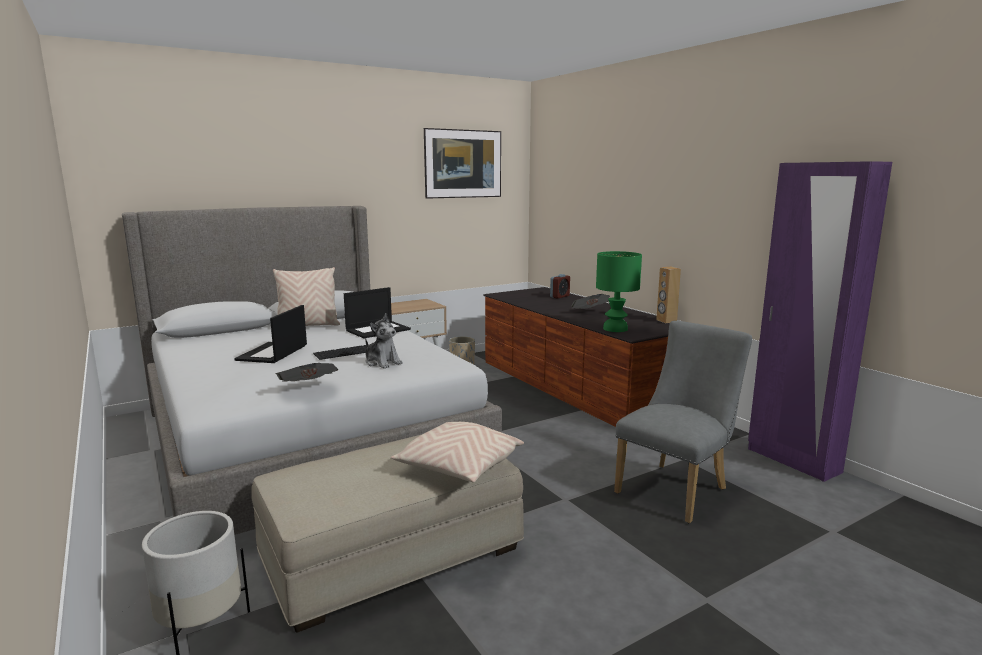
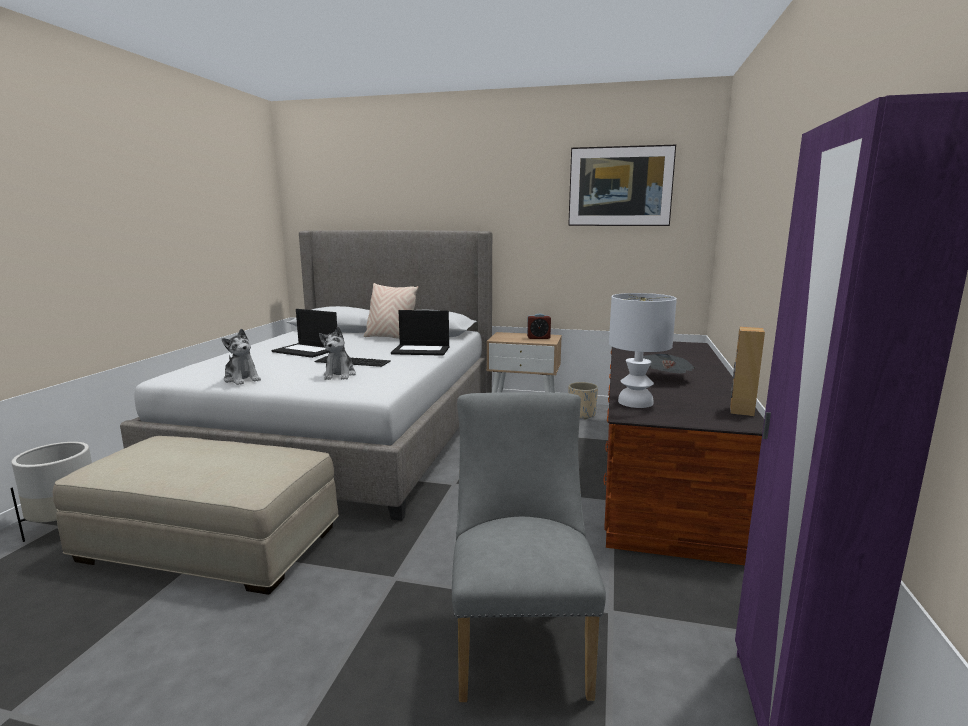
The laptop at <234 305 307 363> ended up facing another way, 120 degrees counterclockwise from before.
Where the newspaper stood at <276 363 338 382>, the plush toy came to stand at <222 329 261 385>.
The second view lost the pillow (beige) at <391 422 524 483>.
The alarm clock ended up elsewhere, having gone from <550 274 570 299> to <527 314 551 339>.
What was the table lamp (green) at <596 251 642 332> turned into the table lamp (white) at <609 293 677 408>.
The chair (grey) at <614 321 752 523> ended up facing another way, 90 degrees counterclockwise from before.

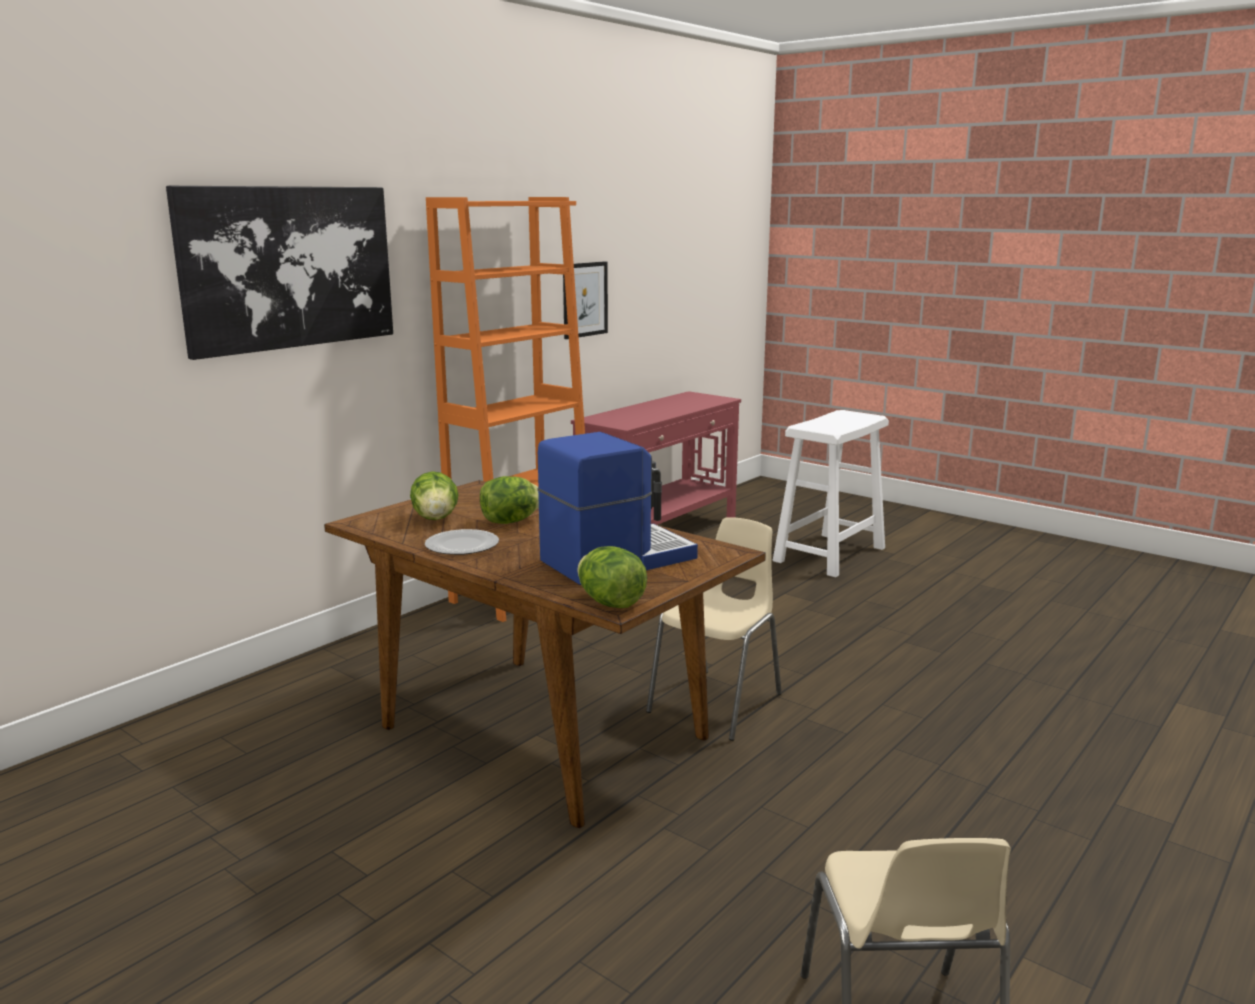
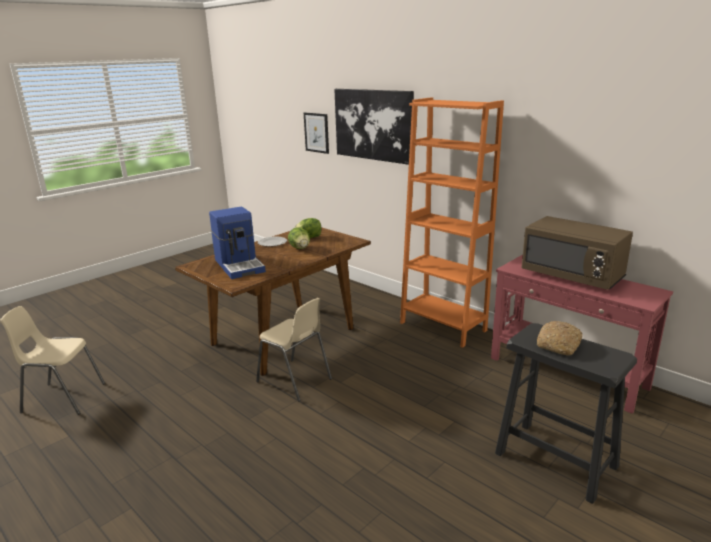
The picture ended up elsewhere, having gone from <563 261 608 339> to <304 113 329 154>.
The second view lost the lettuce at <577 546 647 608>.
What was the stool (white) at <773 410 889 578> turned into the stool (black) at <495 323 637 504>.
The second view gained the microwave (brown) at <522 216 633 290>.
The second view gained the bread at <537 321 582 356>.

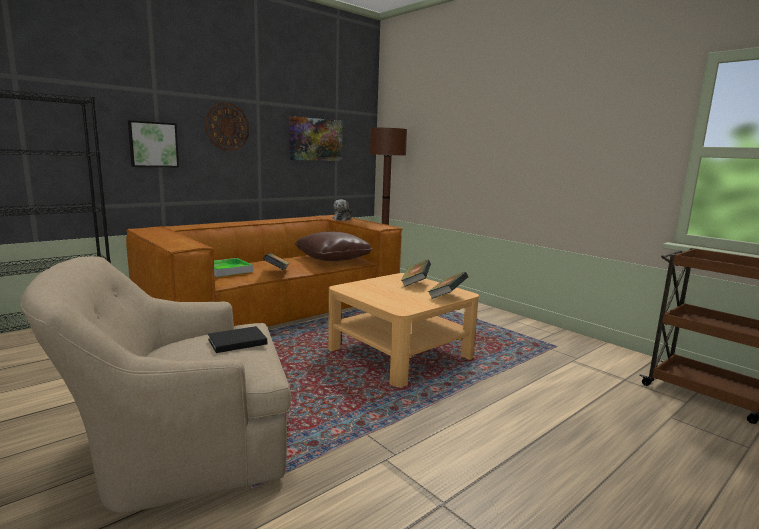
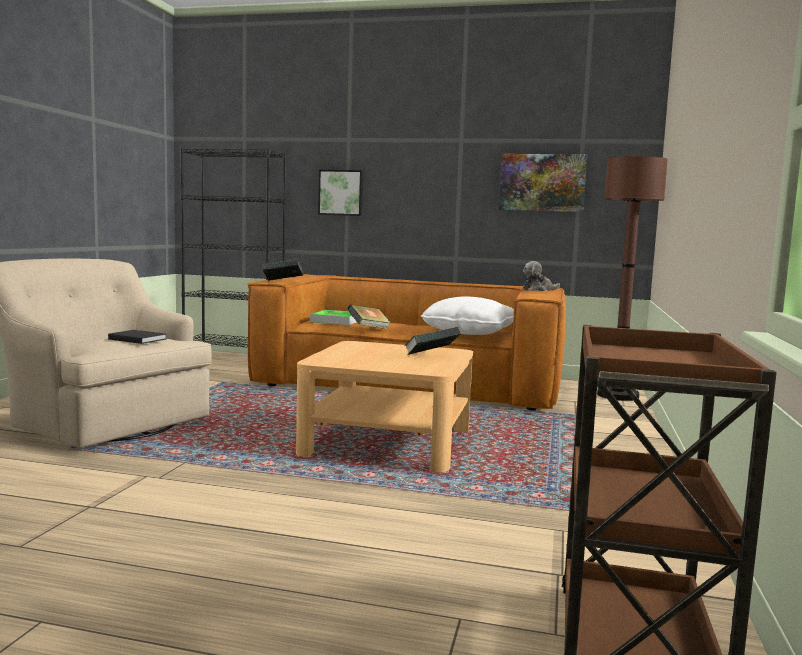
The second view lost the wall clock at <205 103 249 151>.
What was the pillow (brown) at <295 231 372 261> turned into the pillow (white) at <421 296 514 335>.
The book ended up elsewhere, having gone from <428 272 468 299> to <262 259 303 281>.

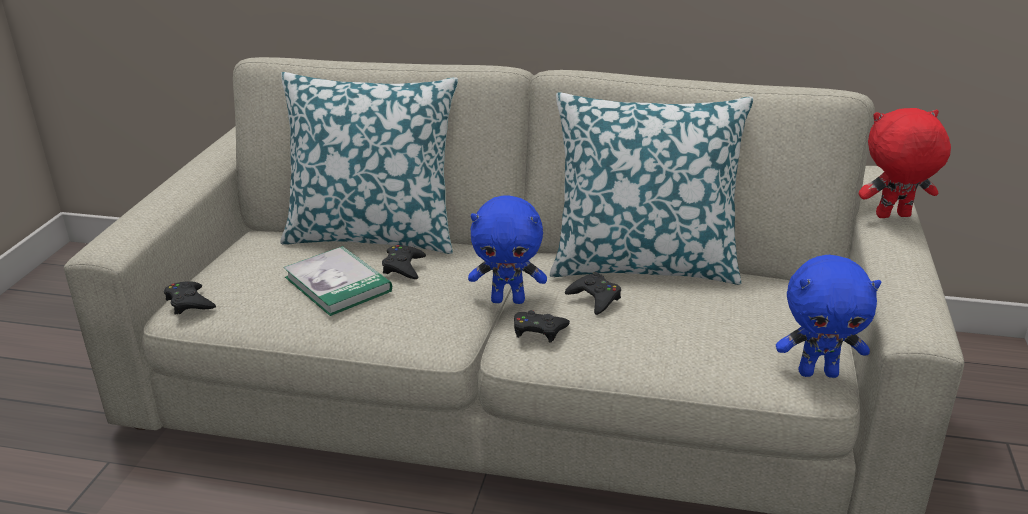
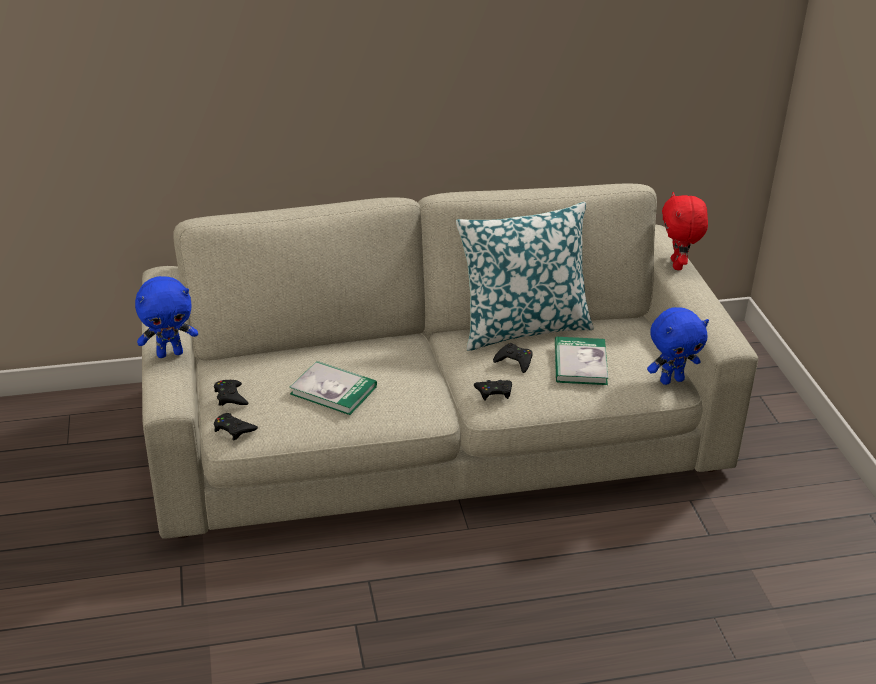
The second view lost the pillow at <280 72 458 254>.
The game controller (black) ended up elsewhere, having gone from <382 245 426 279> to <214 380 248 406>.
The plush toy (blue) ended up elsewhere, having gone from <468 195 547 304> to <135 276 198 358>.
The plush toy (red) at <859 108 951 218> ended up facing another way, 60 degrees counterclockwise from before.
The second view gained the book at <555 337 608 385>.

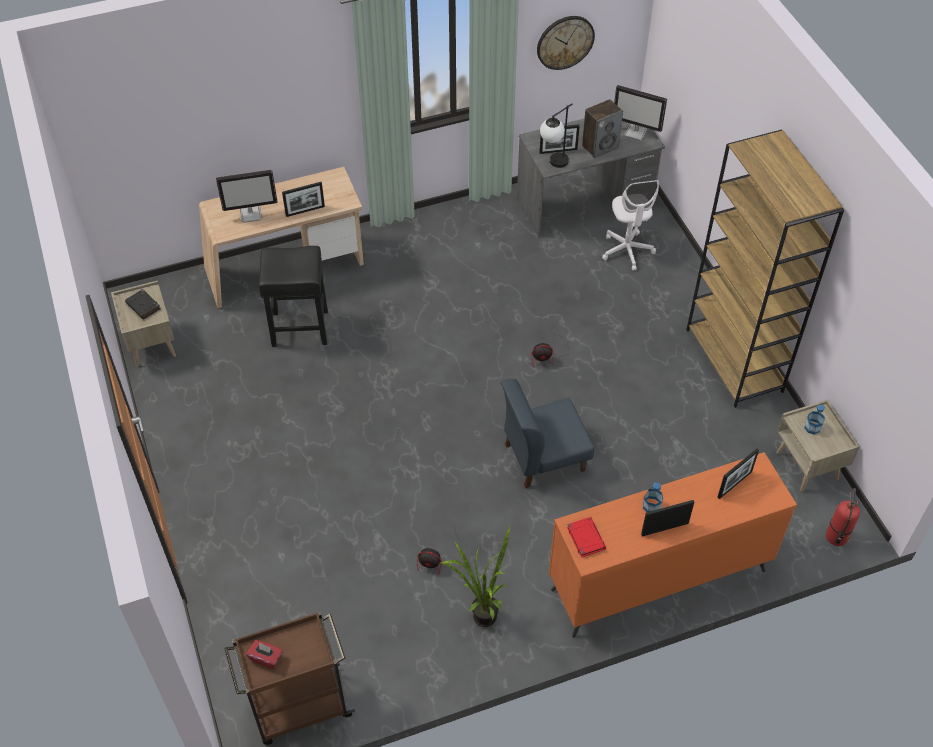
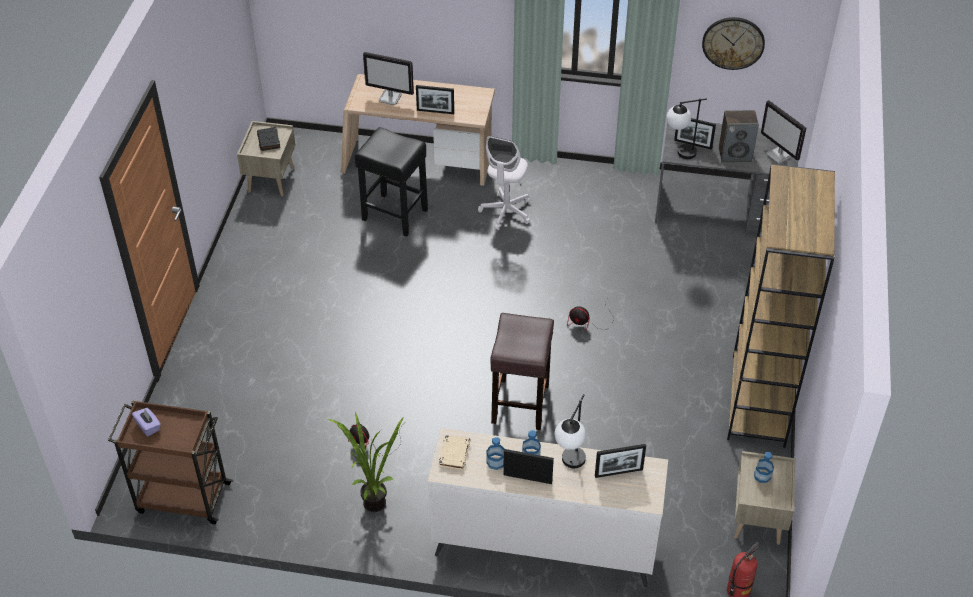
What was the tissue box (red) at <246 640 283 669> turned into the tissue box (purple) at <132 408 161 437>.
Where the chair (blue) stood at <501 379 594 488>, the stool (brown) came to stand at <490 313 554 430>.
What was the dresser (orange) at <549 452 797 638> turned into the dresser (beige) at <428 428 668 588>.
What was the book (red) at <567 517 606 558> turned into the book (beige) at <438 435 470 470>.
The office chair (white) ended up elsewhere, having gone from <602 180 659 271> to <478 136 530 230>.
The second view gained the bottle at <487 437 504 470>.
The second view gained the table lamp at <555 394 586 468>.

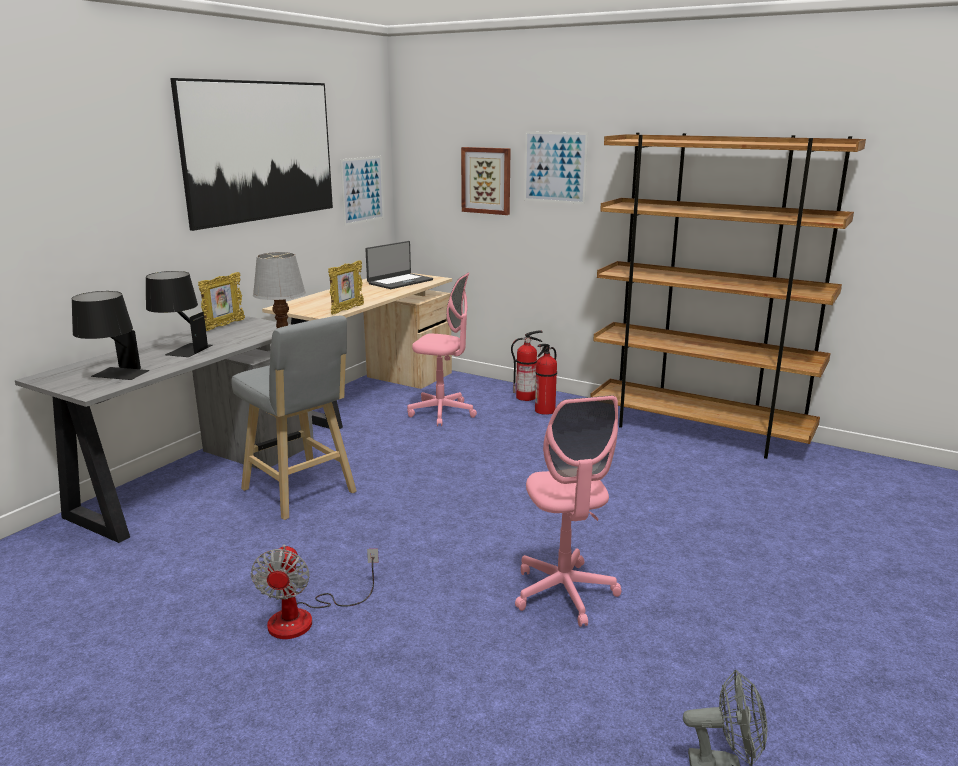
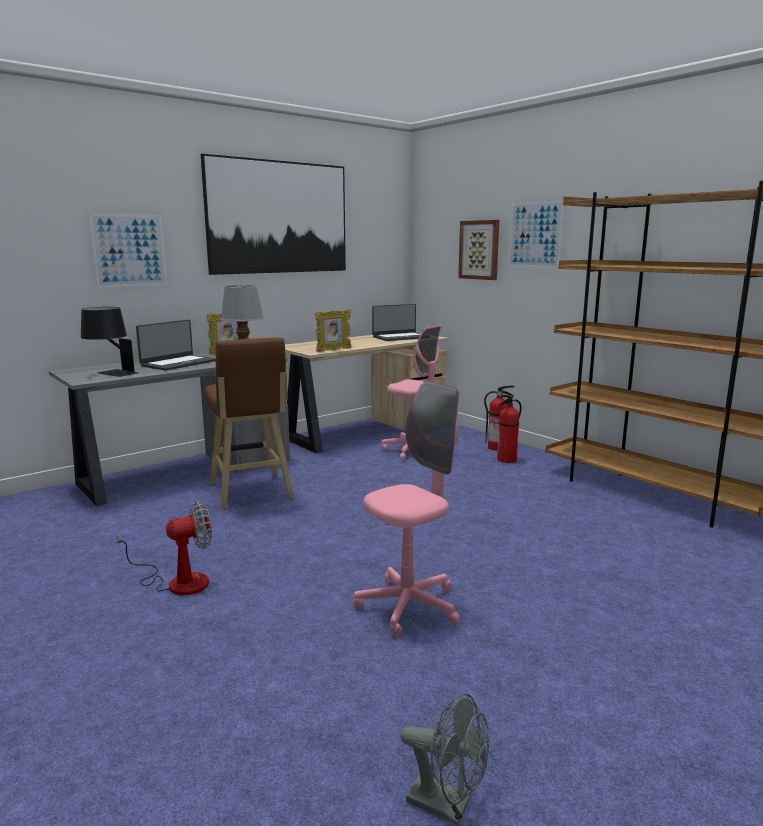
Where the table lamp (black) stood at <146 271 212 357>, the laptop came to stand at <136 320 216 371>.
What was the stool (grey) at <231 316 357 520> turned into the stool (brown) at <205 338 294 509>.
The fan at <250 544 379 639> ended up facing another way, 135 degrees counterclockwise from before.
The picture ended up elsewhere, having gone from <340 156 384 226> to <89 213 167 288>.
The office chair (pink) at <515 395 622 627> ended up facing another way, 135 degrees counterclockwise from before.

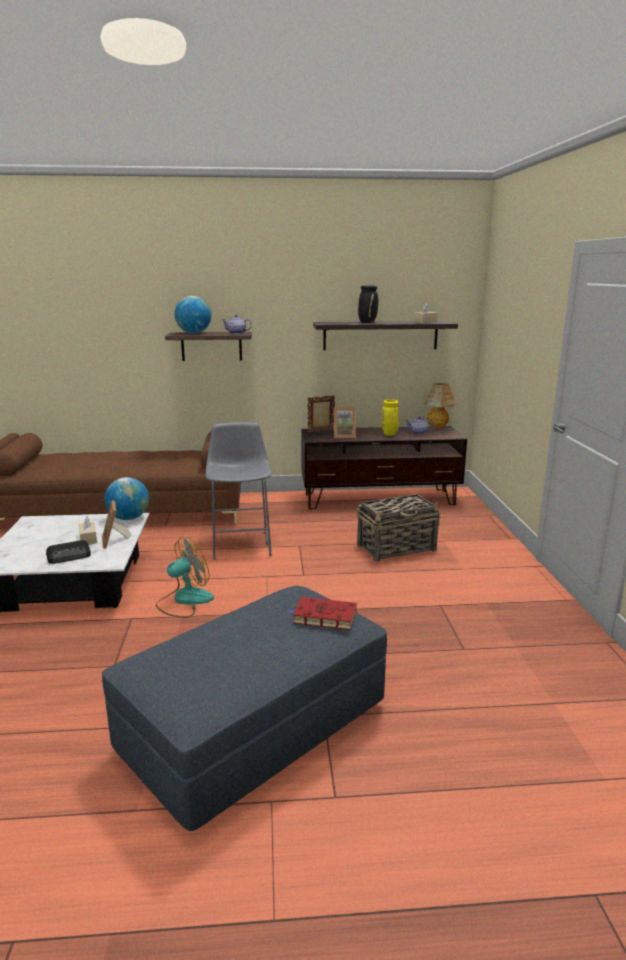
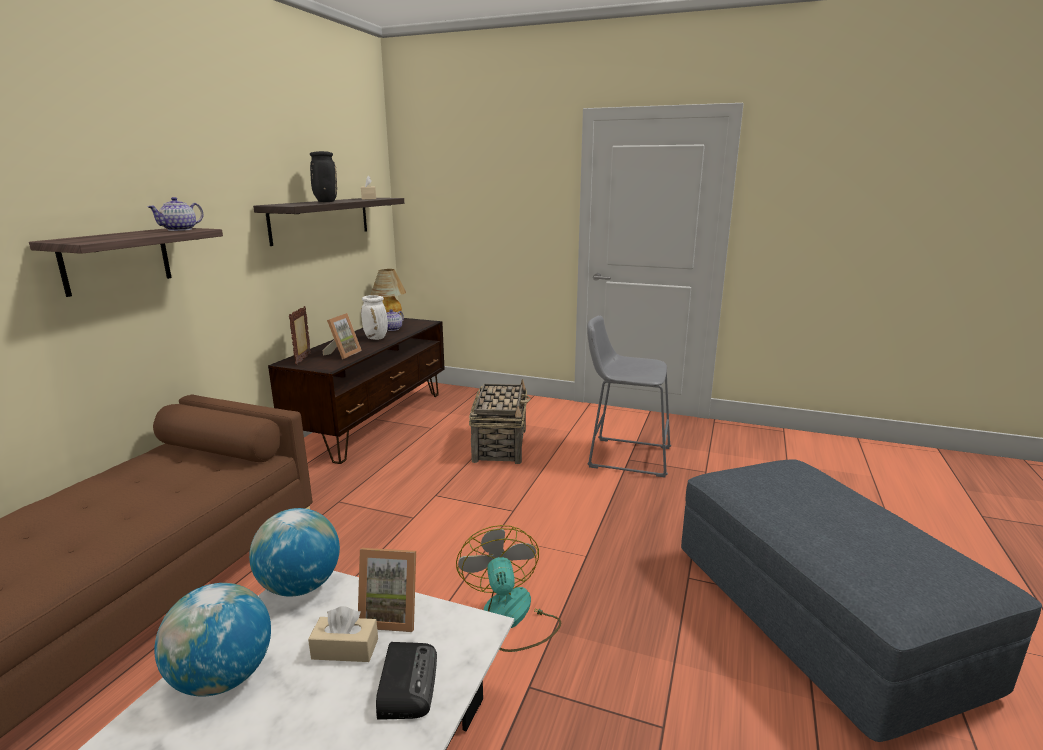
The globe ended up elsewhere, having gone from <175 296 211 334> to <154 583 271 696>.
The stool (grey) ended up elsewhere, having gone from <206 422 272 560> to <587 315 671 477>.
The second view lost the book (red) at <287 597 357 630>.
What was the vase (yellow) at <382 399 399 436> turned into the vase (white) at <361 295 388 340>.

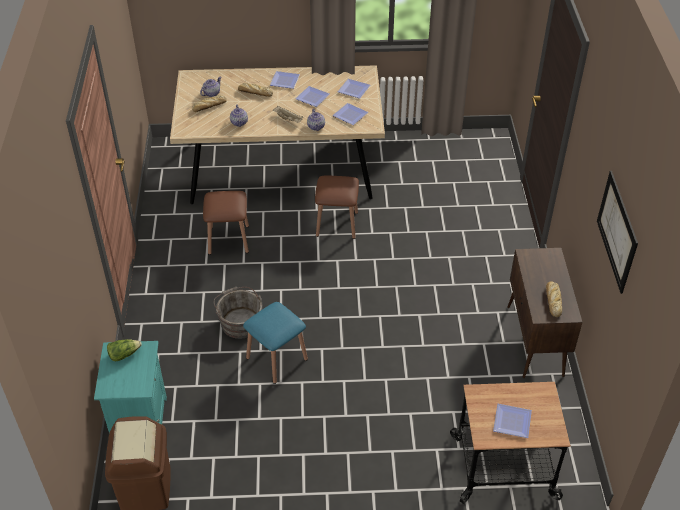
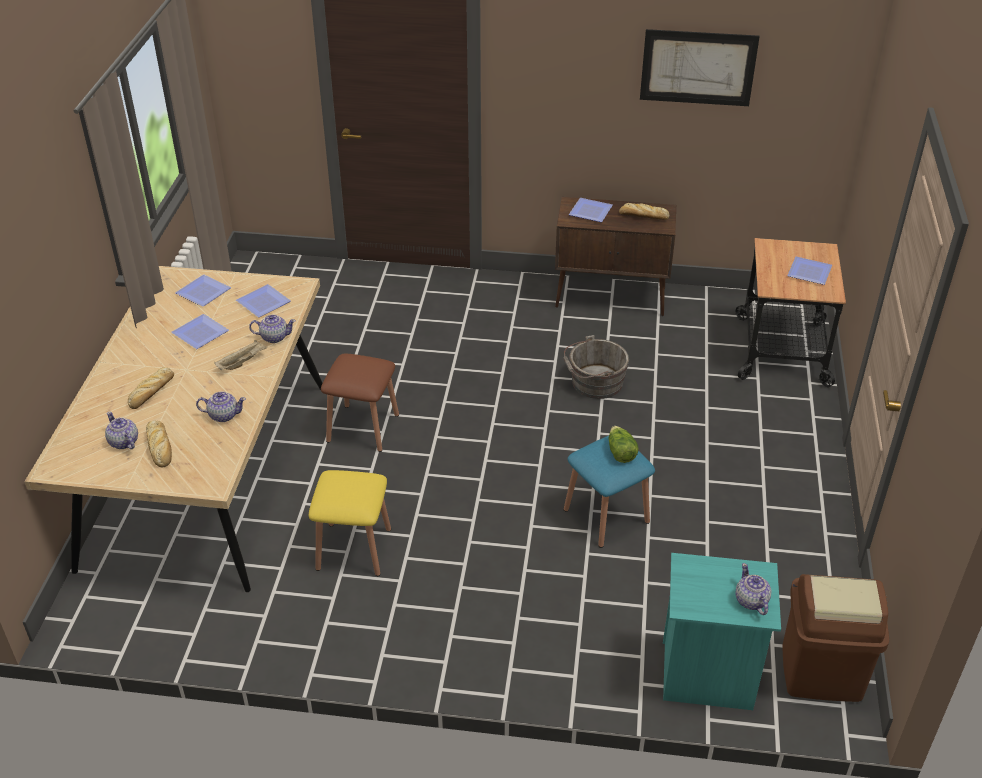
The lettuce ended up elsewhere, having gone from <107 339 142 361> to <609 426 638 463>.
What was the stool (brown) at <203 191 249 255> turned into the stool (yellow) at <309 470 391 576>.
The bucket (grey) ended up elsewhere, having gone from <214 287 263 339> to <563 335 629 399>.
The plate ended up elsewhere, having gone from <270 71 300 89> to <569 198 613 222>.
The second view gained the teapot at <735 563 772 615>.

